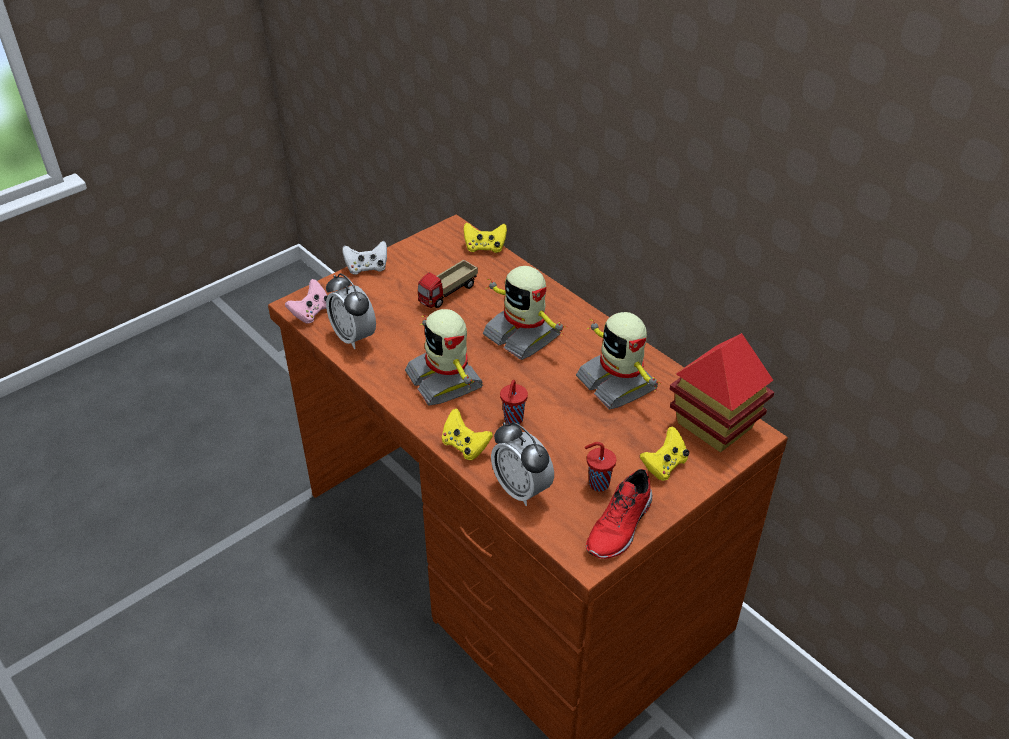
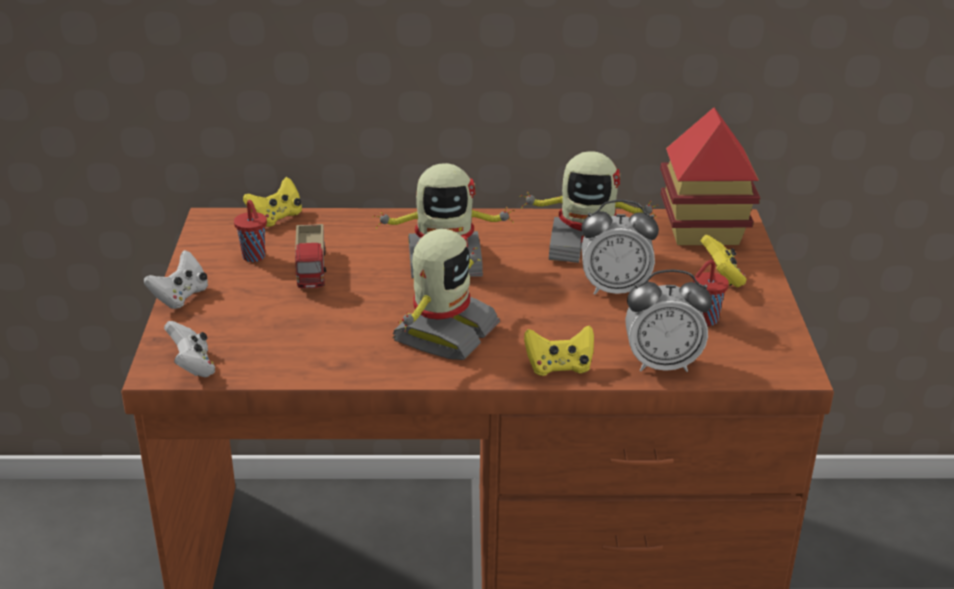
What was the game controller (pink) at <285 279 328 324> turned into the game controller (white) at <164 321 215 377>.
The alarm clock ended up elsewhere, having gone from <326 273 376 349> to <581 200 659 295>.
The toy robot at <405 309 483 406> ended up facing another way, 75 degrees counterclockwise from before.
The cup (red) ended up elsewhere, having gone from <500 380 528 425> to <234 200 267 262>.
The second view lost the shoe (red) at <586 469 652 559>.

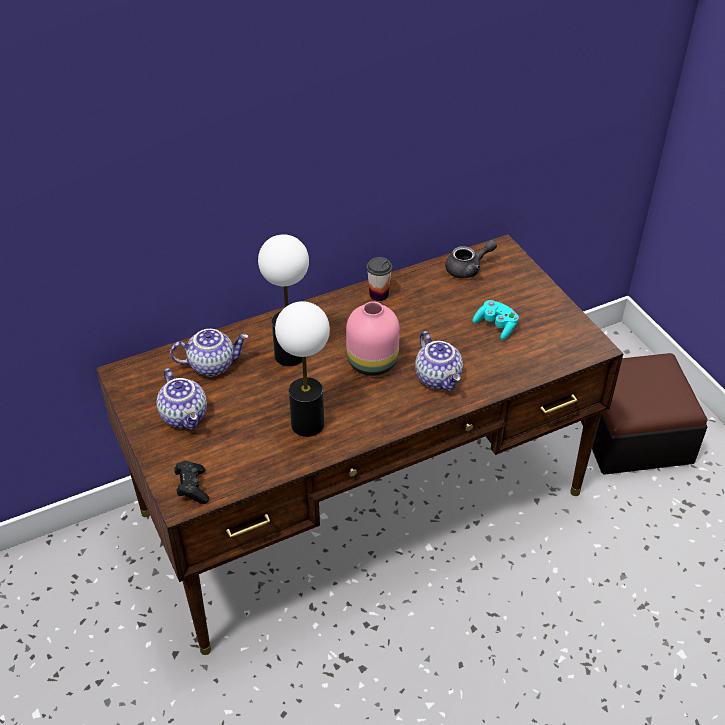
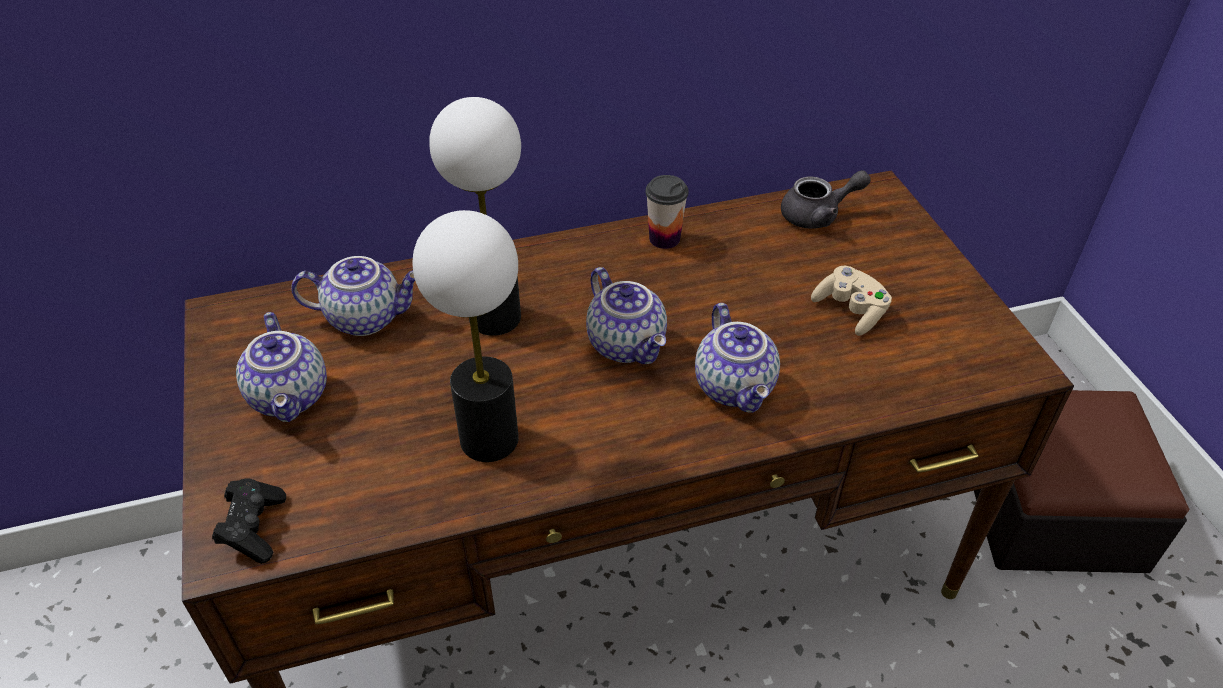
Where the vase (pink) stood at <346 301 400 376>, the teapot came to stand at <586 267 667 364>.
What was the game controller (turquoise) at <473 300 519 340> turned into the game controller (beige) at <811 266 892 336>.

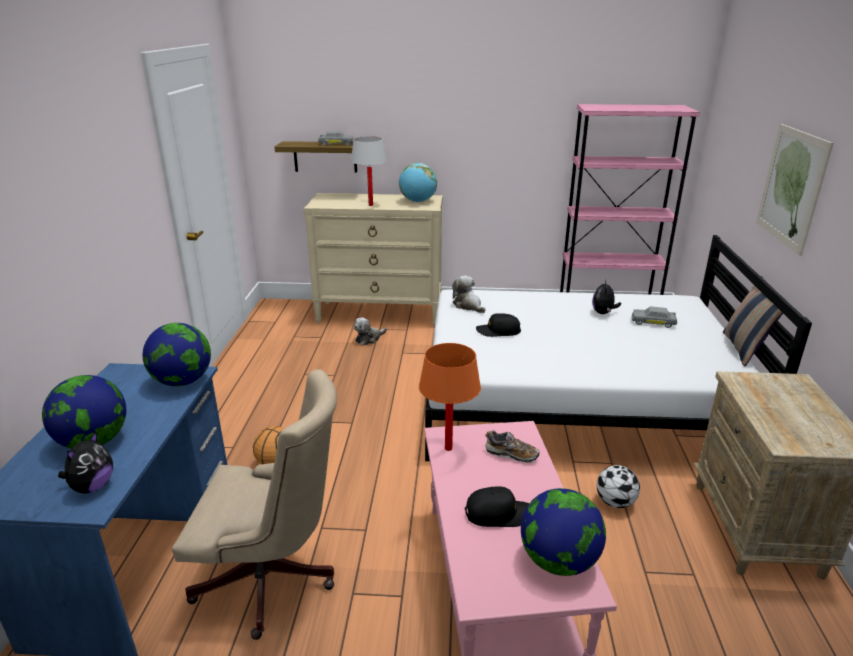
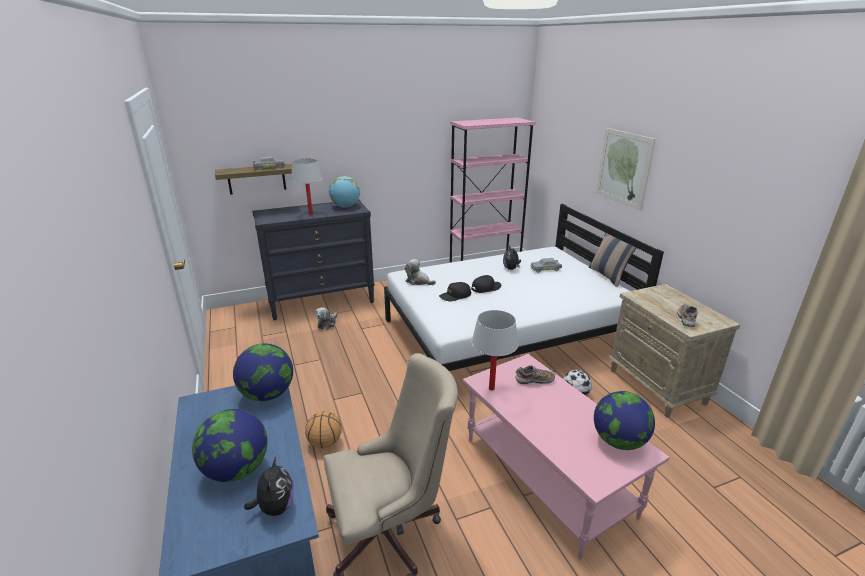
What was the dresser (beige) at <303 193 443 327> turned into the dresser (black) at <252 199 375 320>.
What was the table lamp (orange) at <419 343 481 451> turned into the table lamp (white) at <471 310 519 391>.
The cap (black) ended up elsewhere, having gone from <465 486 529 527> to <471 275 501 293>.
The second view gained the shoe at <677 304 698 327>.

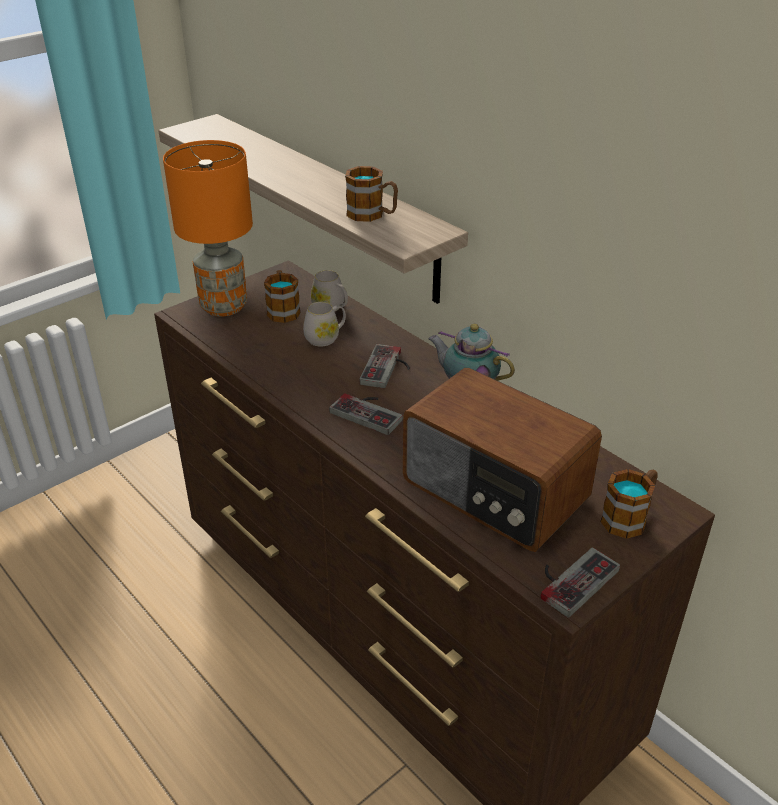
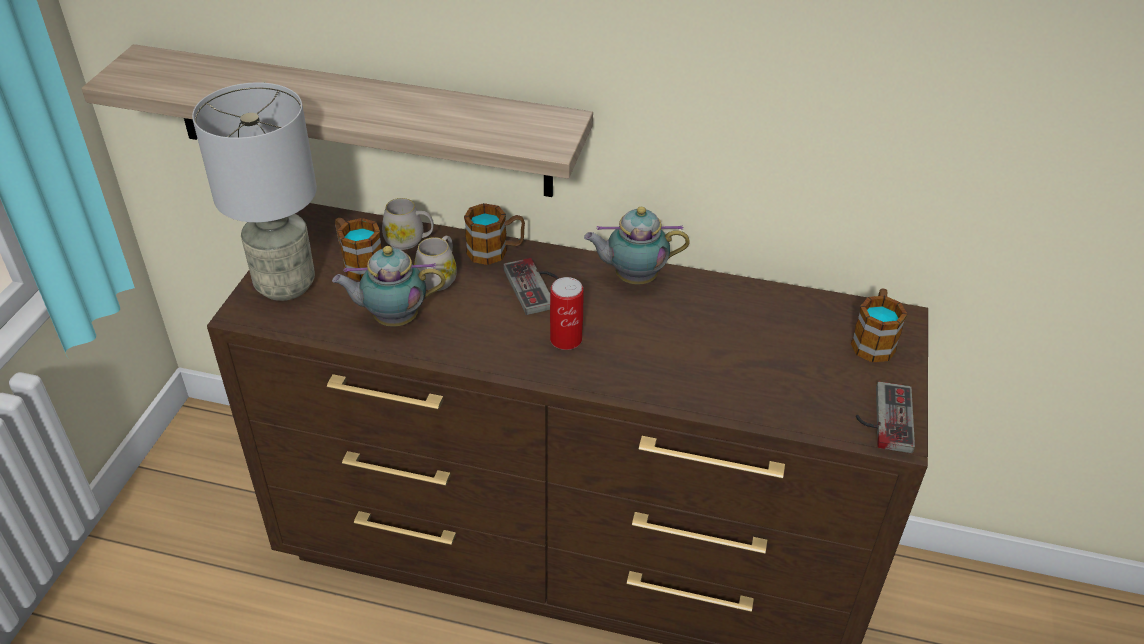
What was the table lamp (orange) at <163 140 253 316> turned into the table lamp (grey) at <192 82 317 301>.
Where the game controller stood at <329 393 403 435>, the can came to stand at <550 277 583 350>.
The mug ended up elsewhere, having gone from <345 166 398 222> to <464 203 525 265>.
The second view lost the radio at <403 368 602 552>.
The second view gained the teapot at <332 246 446 327>.

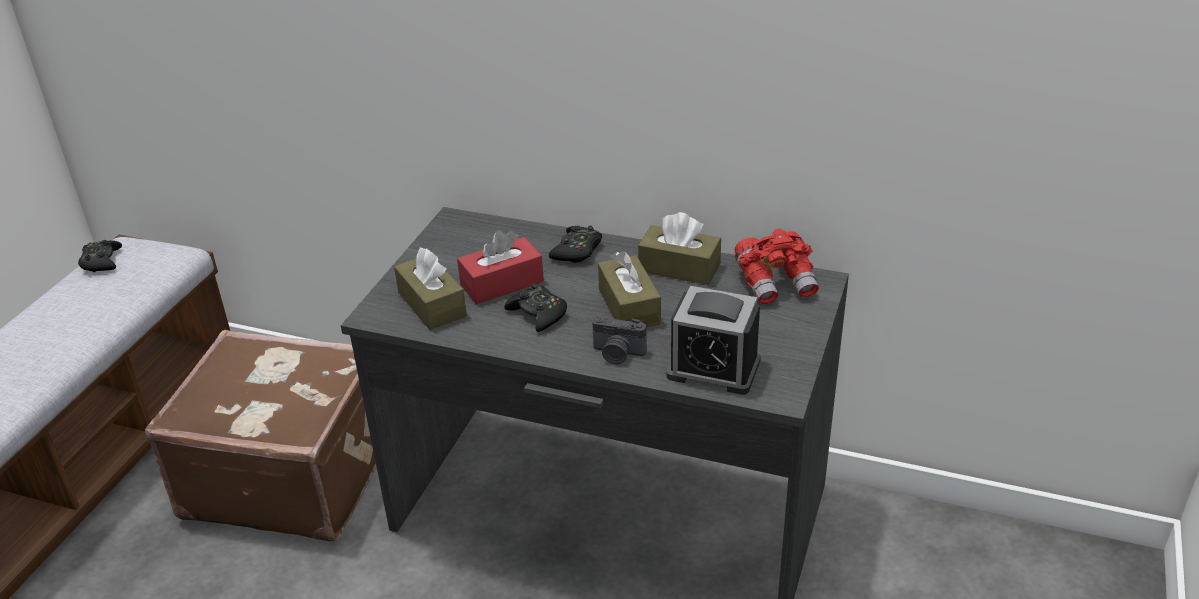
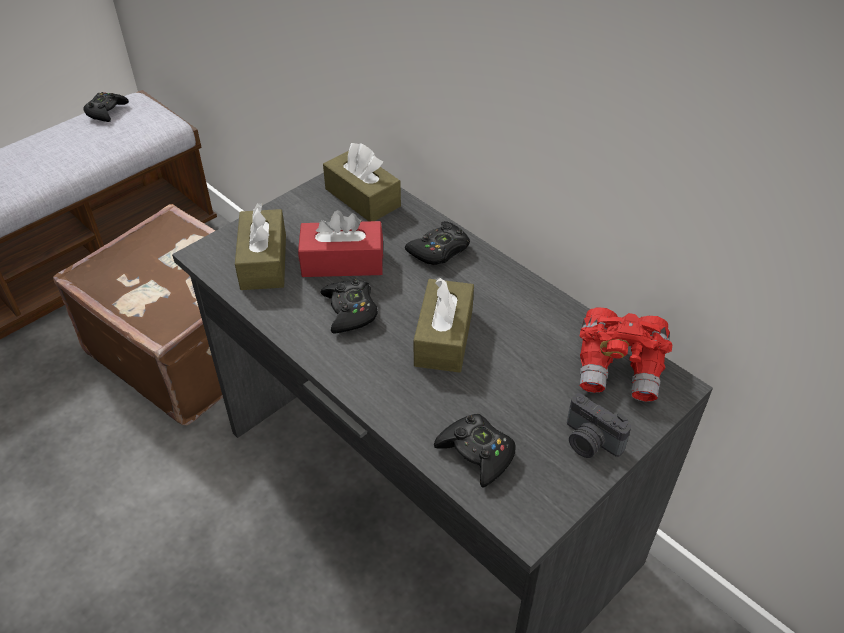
The photo camera ended up elsewhere, having gone from <592 317 647 364> to <567 393 631 458>.
The tissue box (brown) ended up elsewhere, having gone from <638 212 721 285> to <323 143 401 221>.
Where the alarm clock stood at <666 286 761 395>, the game controller (black) came to stand at <434 414 516 488>.

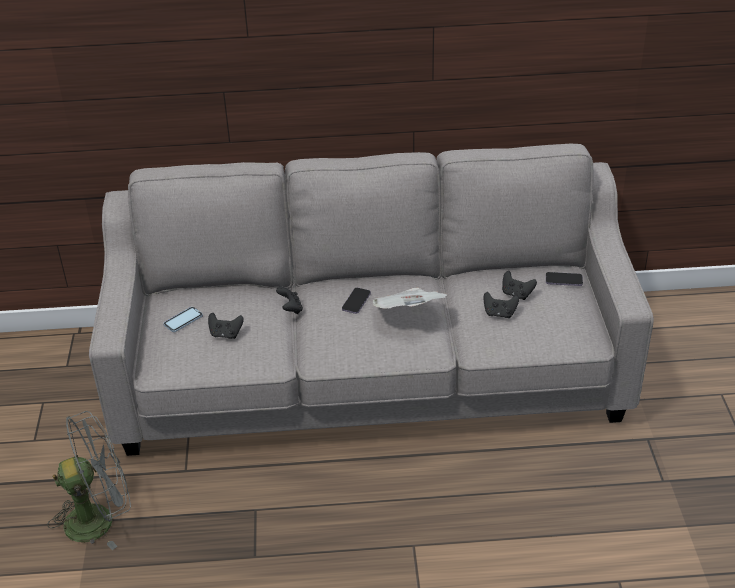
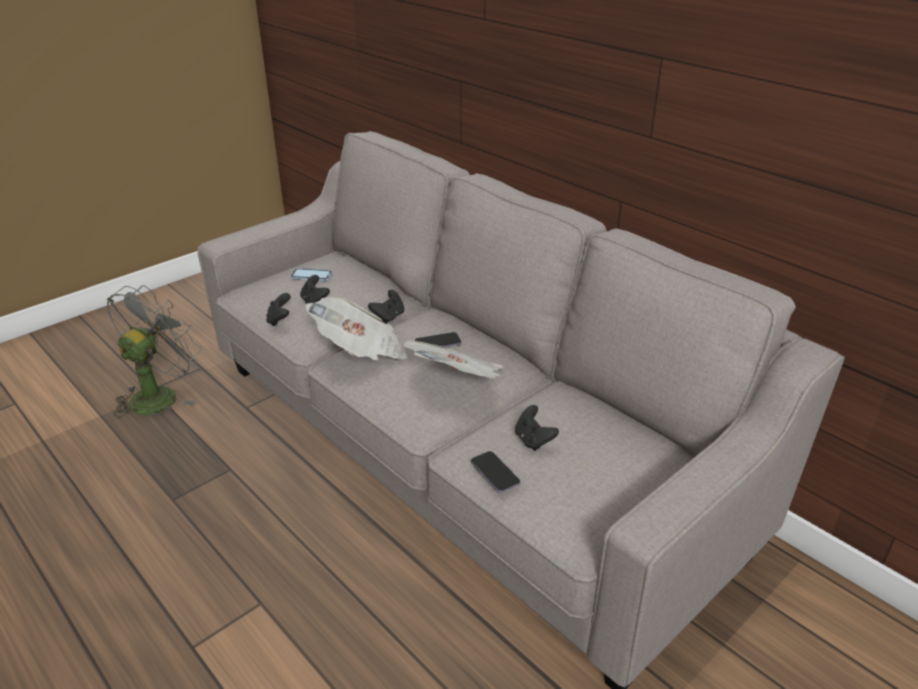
The fan (grey) at <48 411 131 550> ended up facing another way, 90 degrees counterclockwise from before.
The game controller (black) ended up elsewhere, having gone from <502 271 537 300> to <266 293 291 326>.
The phone ended up elsewhere, having gone from <546 272 583 286> to <471 451 520 493>.
The second view gained the newspaper at <306 297 408 360>.

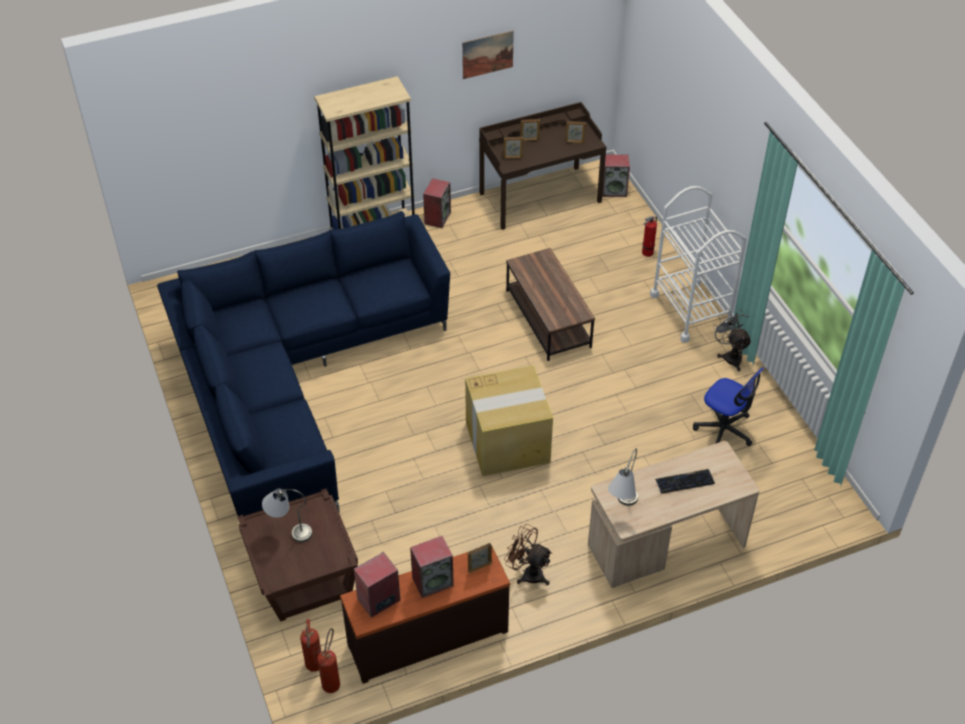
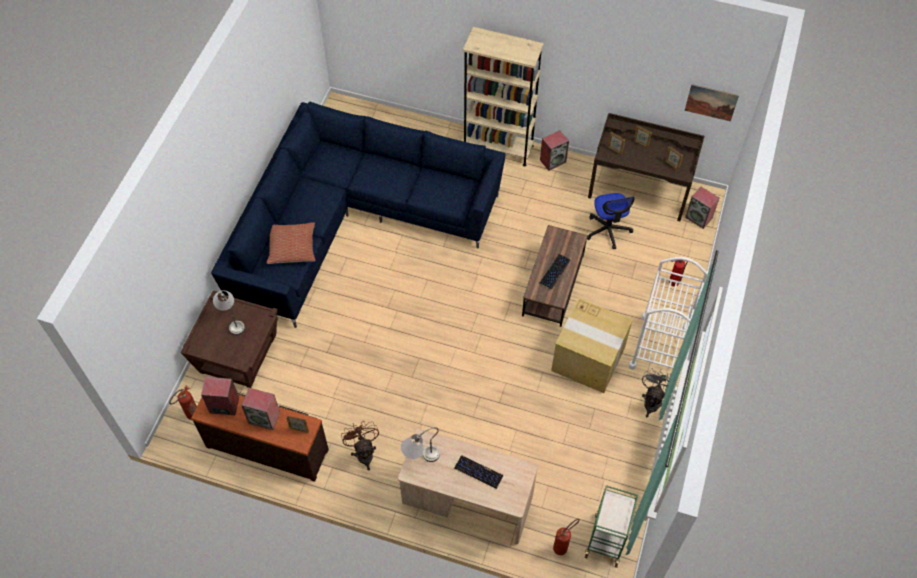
The fire extinguisher ended up elsewhere, having gone from <317 628 340 693> to <553 519 580 555>.
The picture ended up elsewhere, having gone from <462 30 514 79> to <684 84 739 122>.
The cardboard box ended up elsewhere, having gone from <465 365 553 476> to <551 298 633 393>.
The office chair ended up elsewhere, having gone from <693 367 764 446> to <587 193 635 249>.
The second view gained the pillow at <267 222 315 264>.
The second view gained the keyboard at <539 254 570 290>.
The second view gained the cart (green) at <585 485 638 568>.

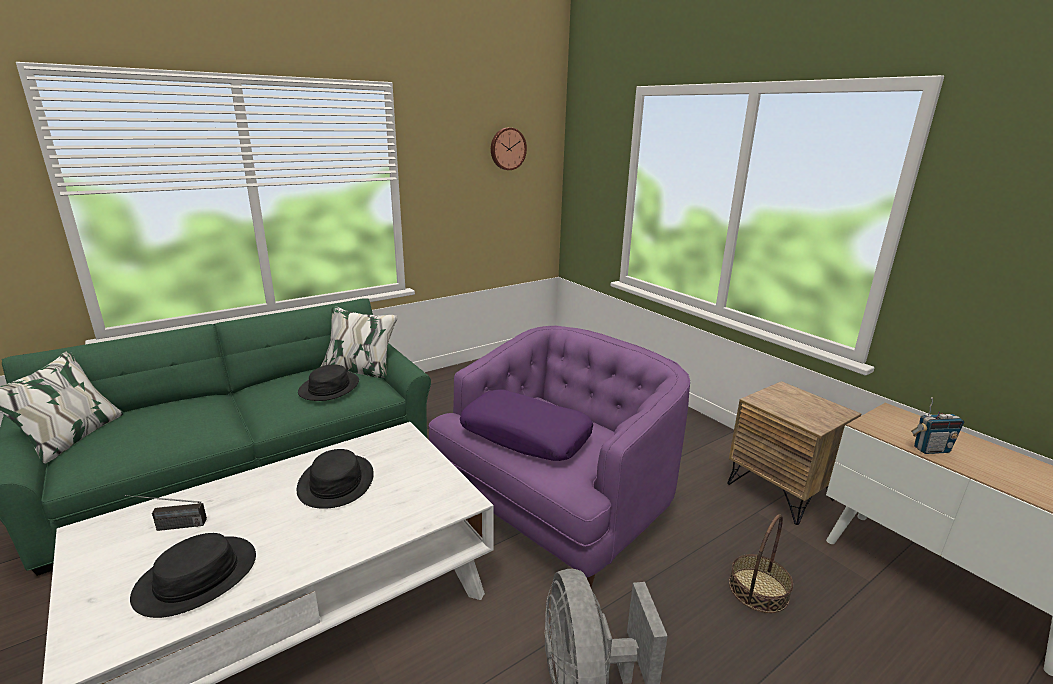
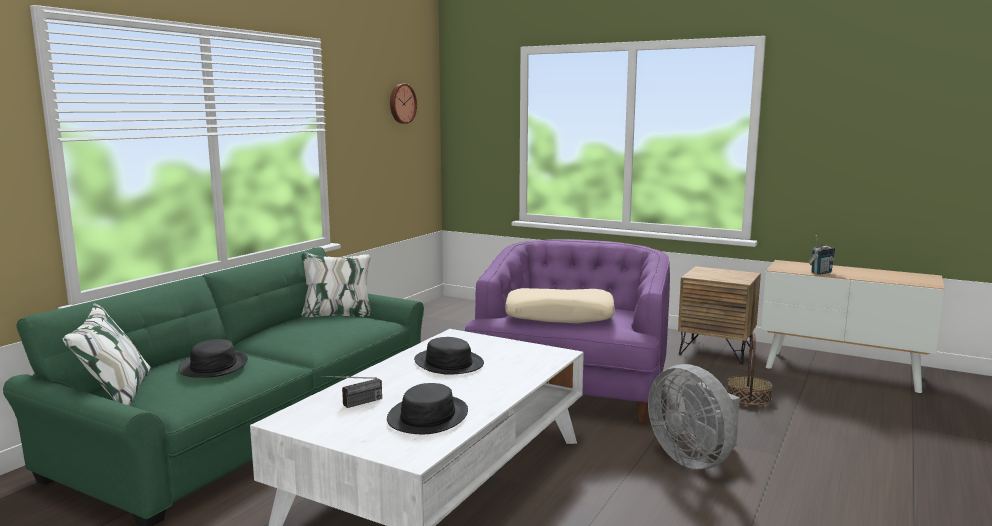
The hat (black) ended up elsewhere, having gone from <298 364 359 401> to <178 339 248 378>.
What was the pillow (purple) at <460 389 593 461> turned into the pillow (beige) at <505 288 615 323>.

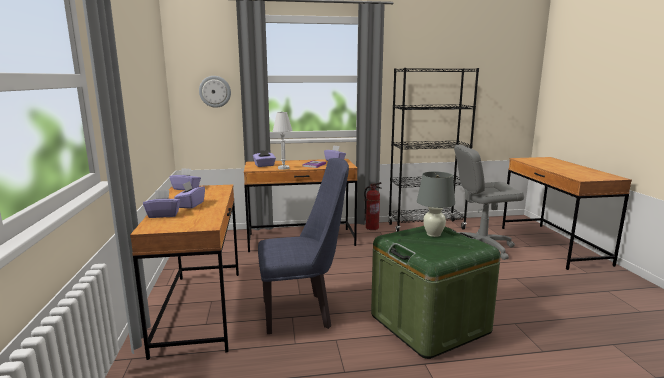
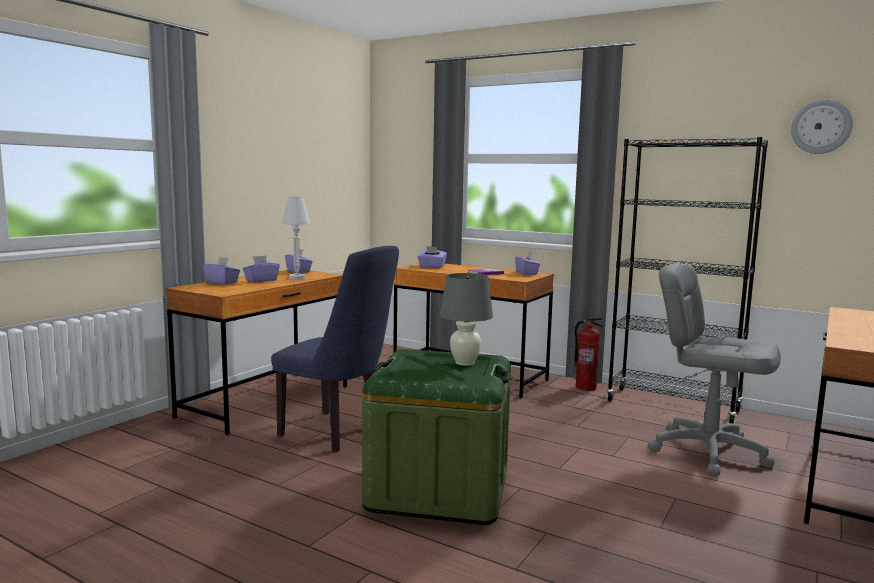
The wall clock ended up elsewhere, having gone from <199 76 231 108> to <791 99 853 154>.
The table lamp (white) ended up elsewhere, having gone from <273 112 293 170> to <281 197 311 279>.

